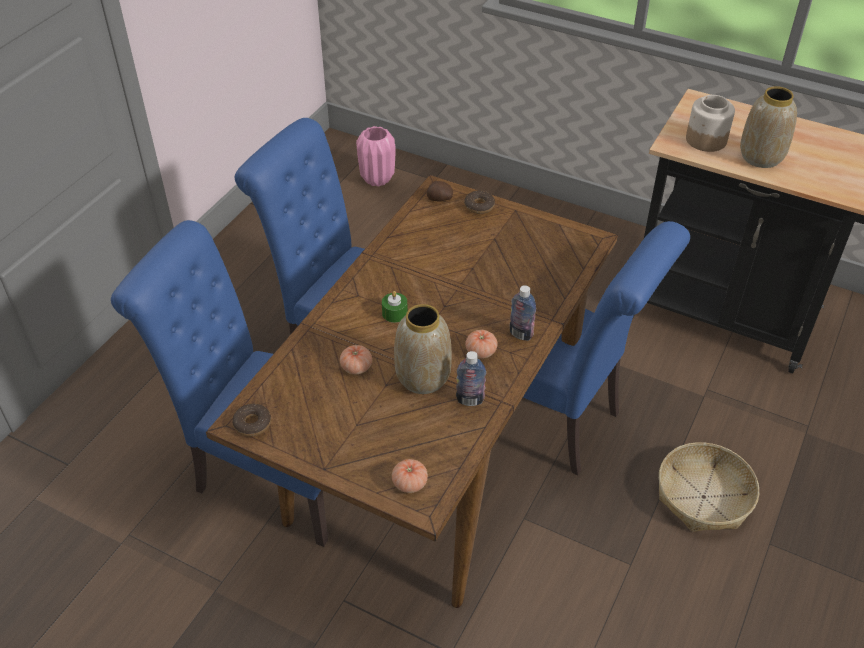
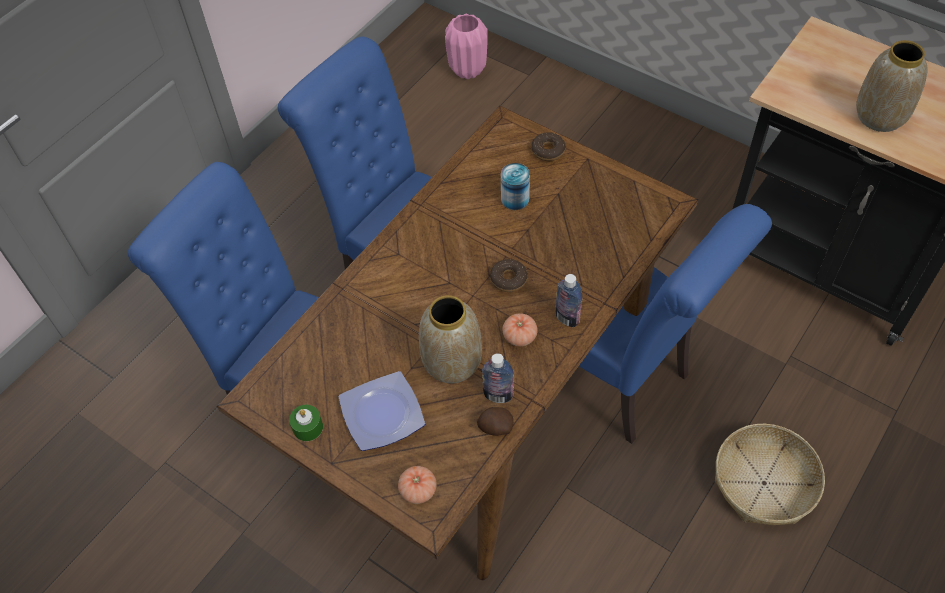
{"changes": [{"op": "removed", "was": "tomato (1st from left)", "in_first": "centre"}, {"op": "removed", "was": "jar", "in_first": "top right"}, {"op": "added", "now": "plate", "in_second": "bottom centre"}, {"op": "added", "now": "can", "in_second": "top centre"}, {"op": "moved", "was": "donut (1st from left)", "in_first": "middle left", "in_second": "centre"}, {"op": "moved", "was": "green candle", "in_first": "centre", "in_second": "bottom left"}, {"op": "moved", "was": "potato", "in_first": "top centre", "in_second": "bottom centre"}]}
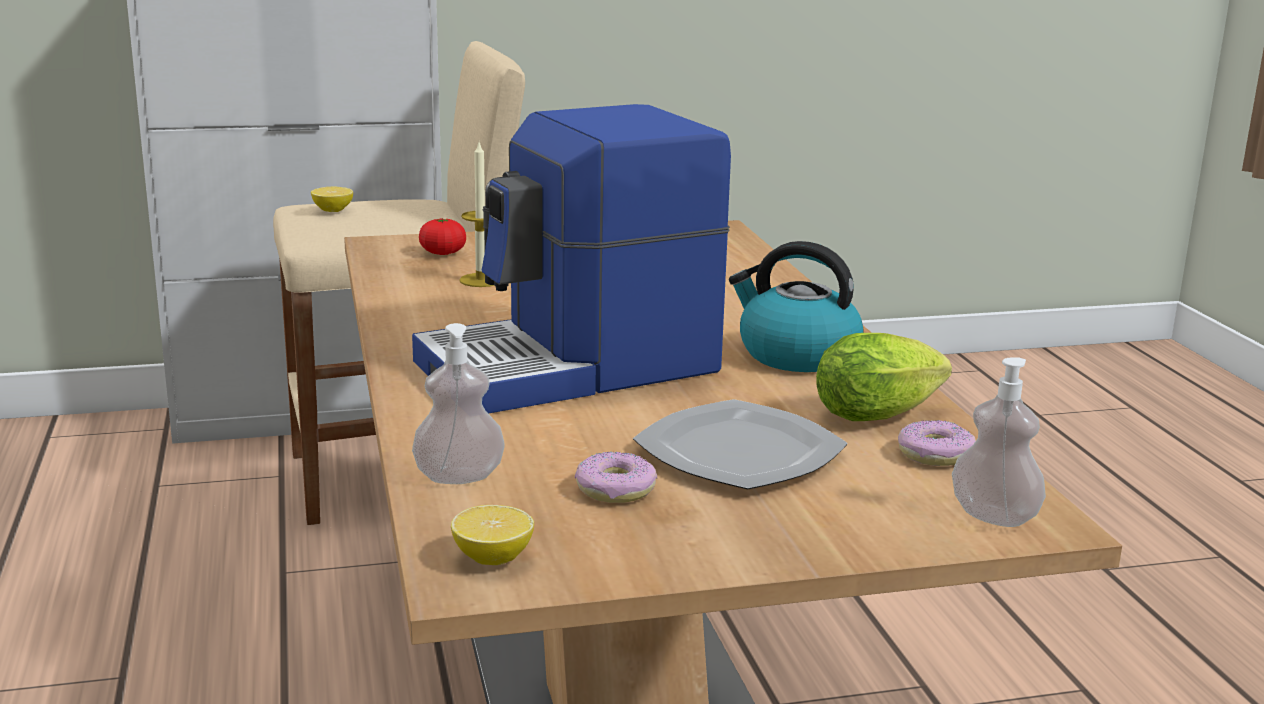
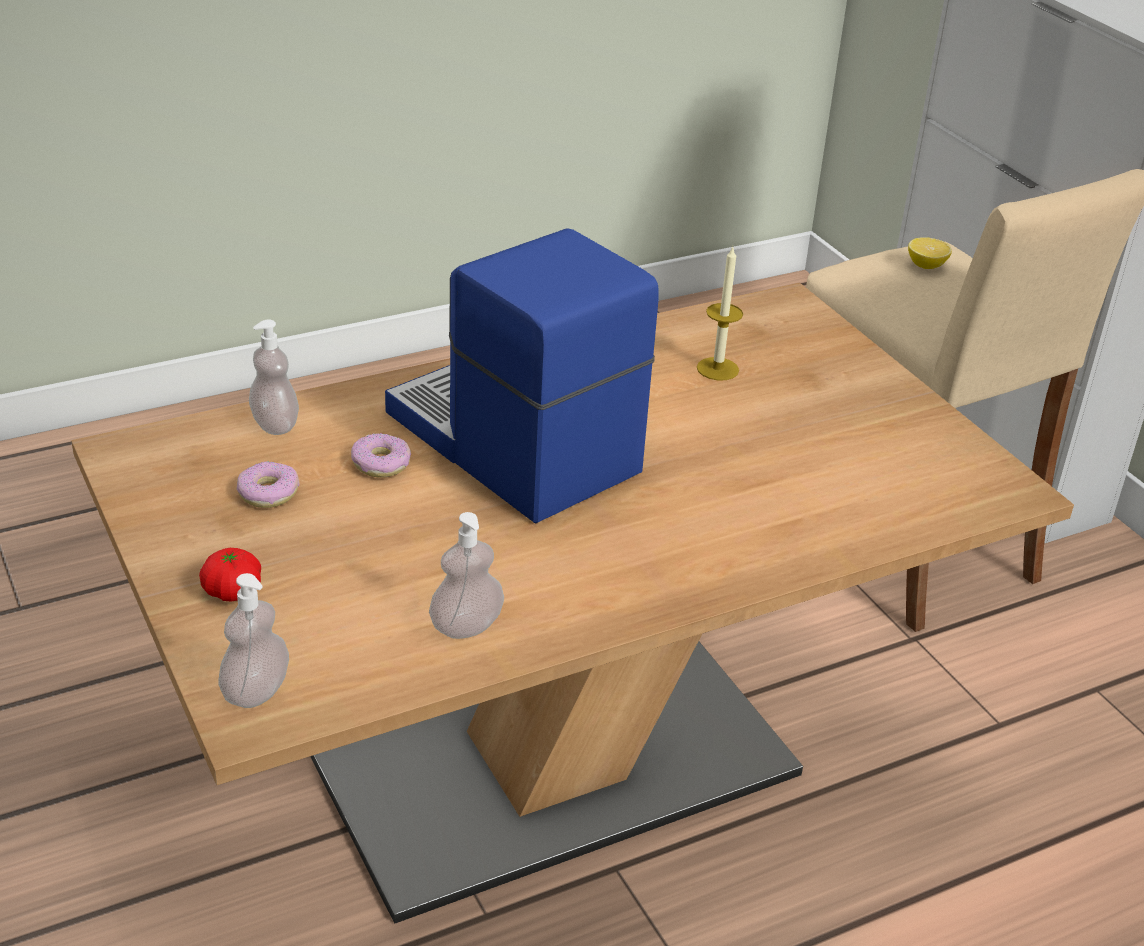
{"changes": [{"op": "removed", "was": "lemon (2nd from left)", "in_first": "bottom centre"}, {"op": "removed", "was": "plate", "in_first": "centre"}, {"op": "removed", "was": "kettle", "in_first": "centre"}, {"op": "moved", "was": "tomato", "in_first": "centre", "in_second": "middle left"}, {"op": "moved", "was": "donut (2nd from left)", "in_first": "middle right", "in_second": "middle left"}, {"op": "replaced", "was": "lettuce", "now": "soap dispenser (3rd from left)", "in_first": "middle right", "in_second": "centre"}]}
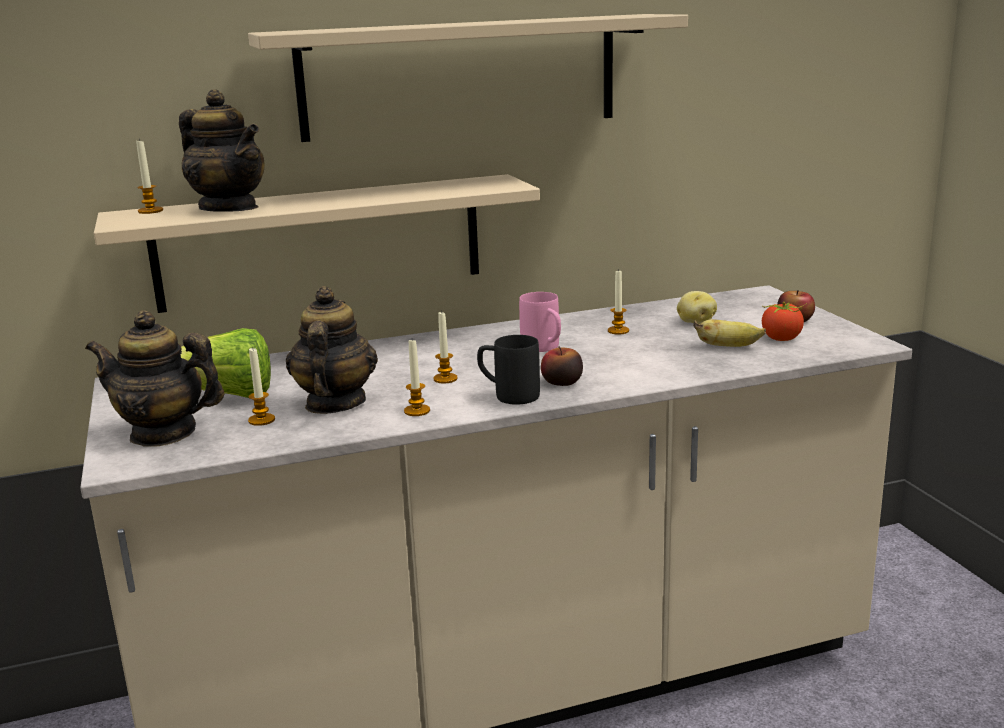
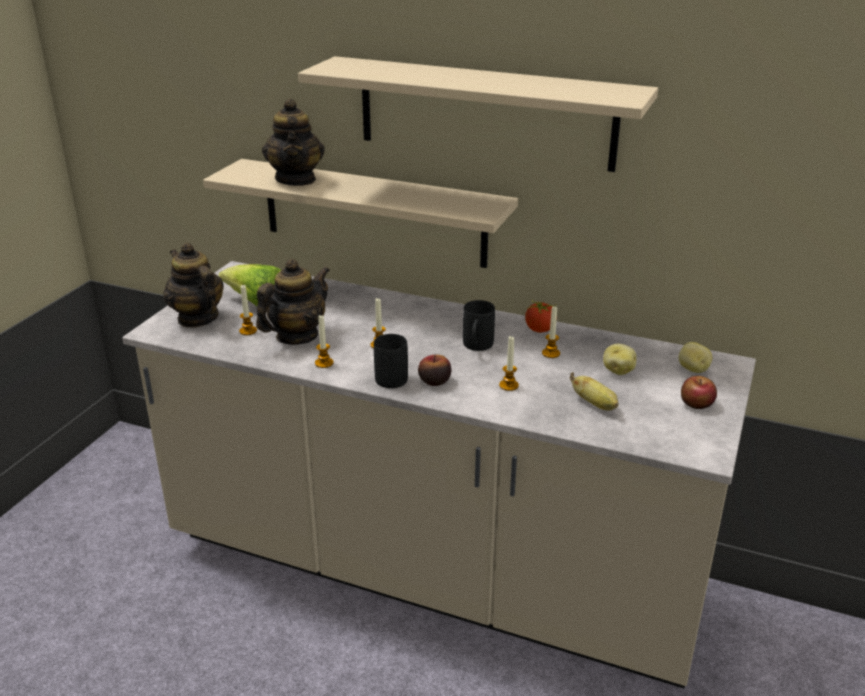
{"changes": [{"op": "added", "now": "potato (2nd from left)", "in_second": "middle right"}, {"op": "moved", "was": "candle (1st from left in the first image)", "now": "candle (4th from left)", "in_first": "top left", "in_second": "centre"}, {"op": "moved", "was": "tomato", "in_first": "middle right", "in_second": "centre"}, {"op": "recoloured", "was": "pink mug", "now": "black mug (2nd from left)", "in_first": "centre", "in_second": "centre"}]}
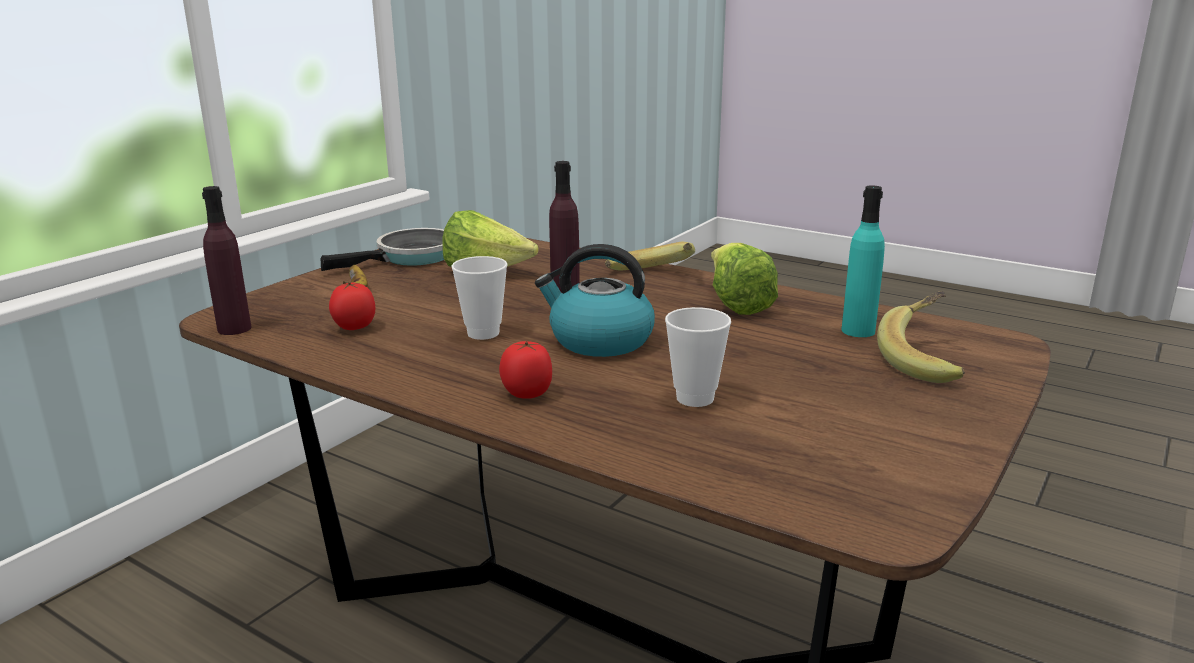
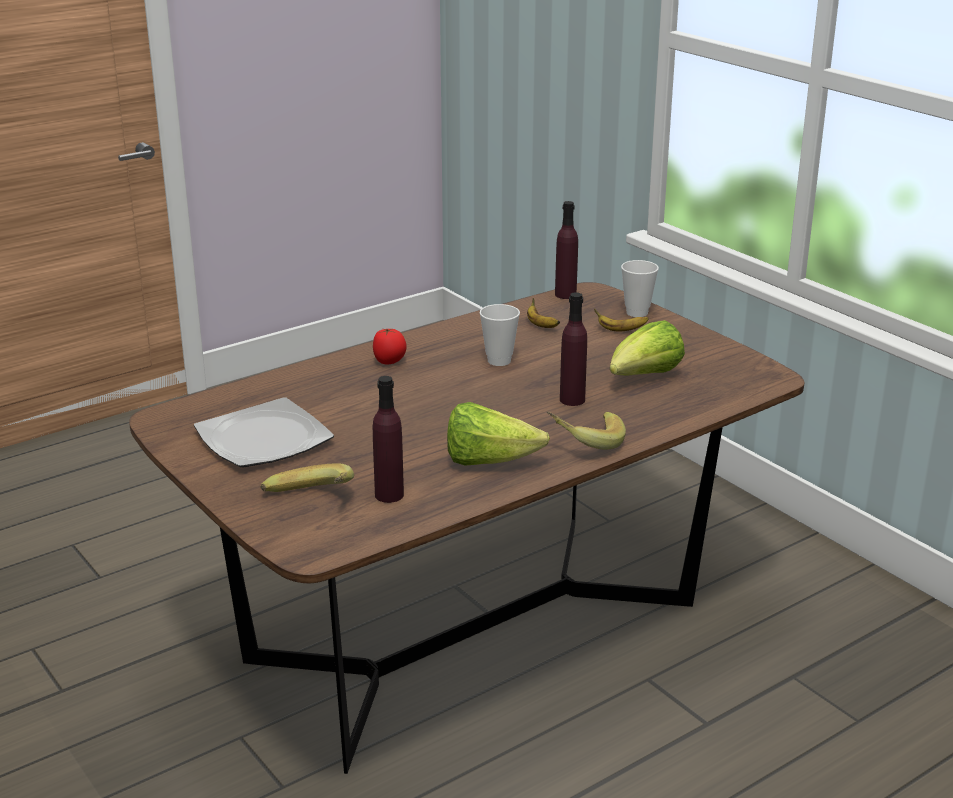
{"changes": [{"op": "removed", "was": "frying pan", "in_first": "middle left"}, {"op": "removed", "was": "kettle", "in_first": "centre"}, {"op": "added", "now": "plate", "in_second": "middle left"}, {"op": "moved", "was": "cup (2nd from left)", "in_first": "centre", "in_second": "middle right"}, {"op": "replaced", "was": "tomato (1st from left)", "now": "banana (2nd from left)", "in_first": "middle left", "in_second": "centre"}, {"op": "recoloured", "was": "turquoise bottle", "now": "purple bottle (1st from left)", "in_first": "middle right", "in_second": "centre"}]}
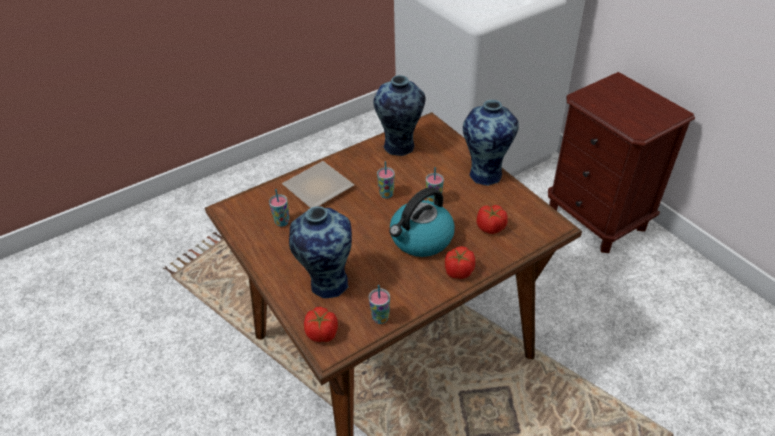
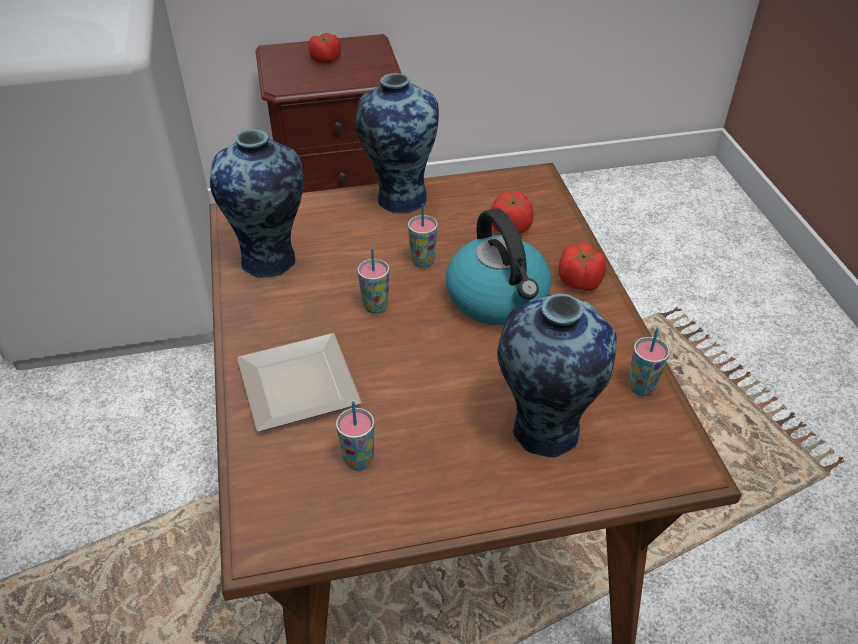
{"changes": [{"op": "moved", "was": "tomato (1st from left)", "in_first": "bottom centre", "in_second": "top centre"}]}
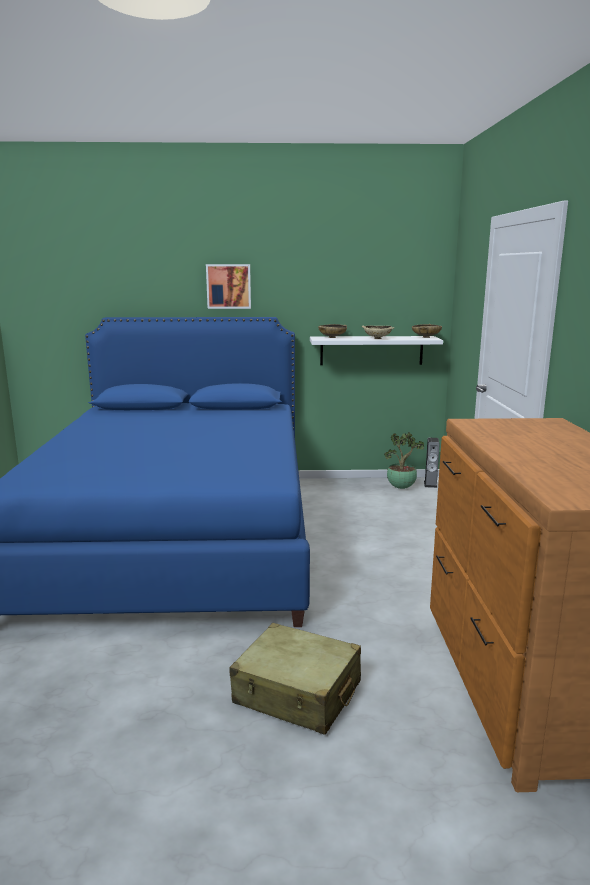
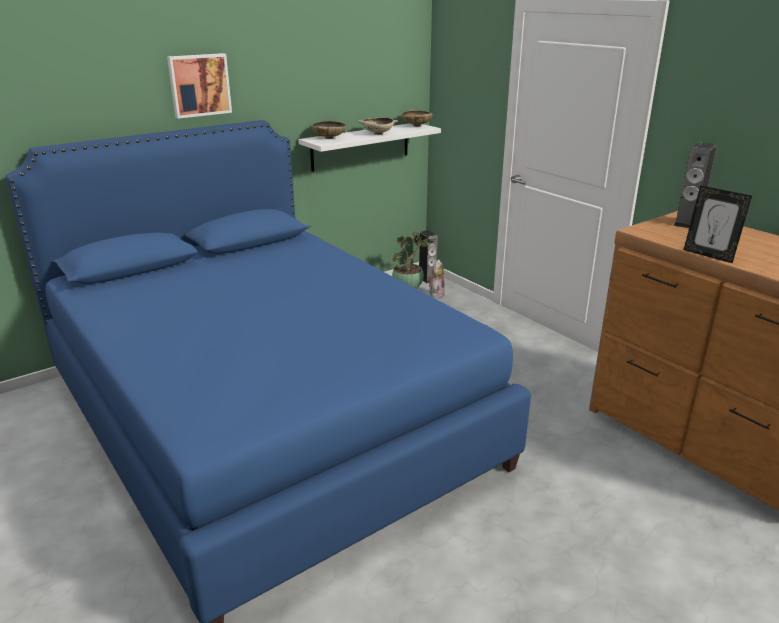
{"changes": [{"op": "removed", "was": "beige suitcase", "in_first": "bottom centre"}, {"op": "added", "now": "plush toy", "in_second": "centre"}, {"op": "added", "now": "speaker (2nd from left)", "in_second": "top right"}, {"op": "added", "now": "picture frame", "in_second": "middle right"}]}
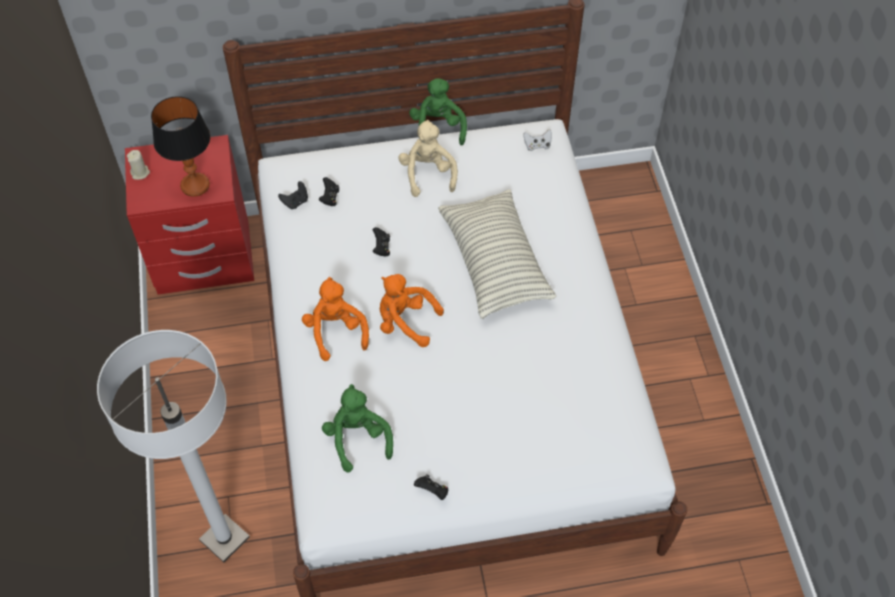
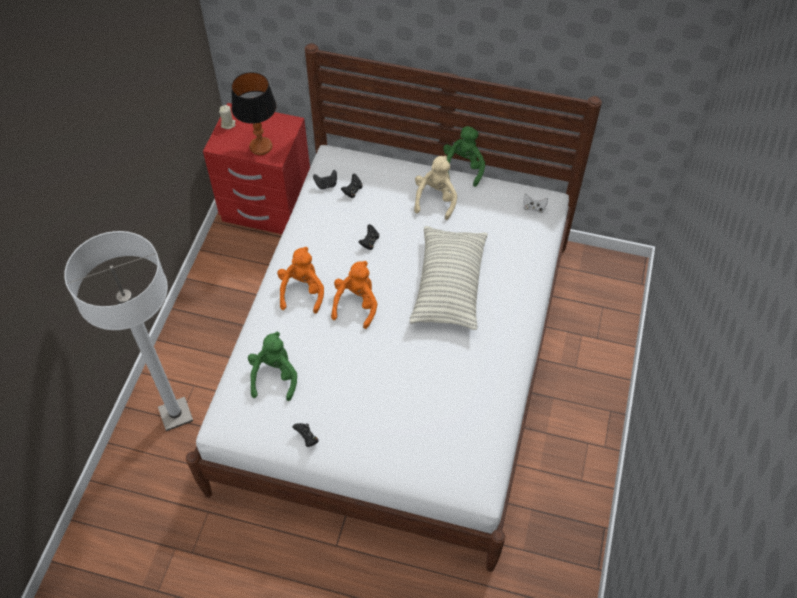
{"changes": [{"op": "turned", "was": "orange plush toy (2nd from left)", "in_first": "centre", "in_second": "centre", "clockwise": 60}]}
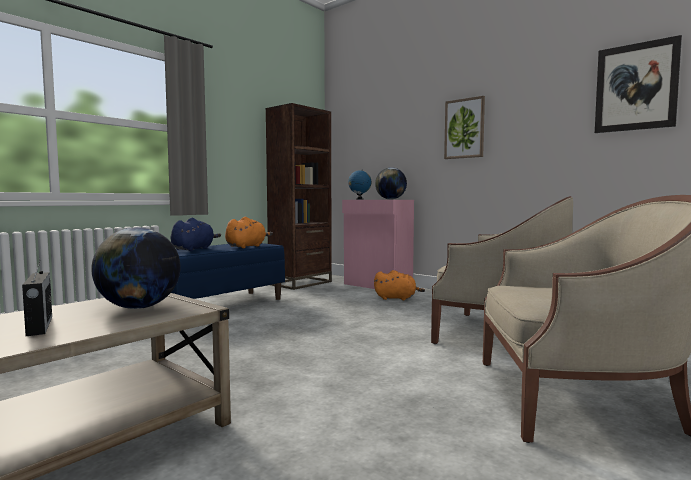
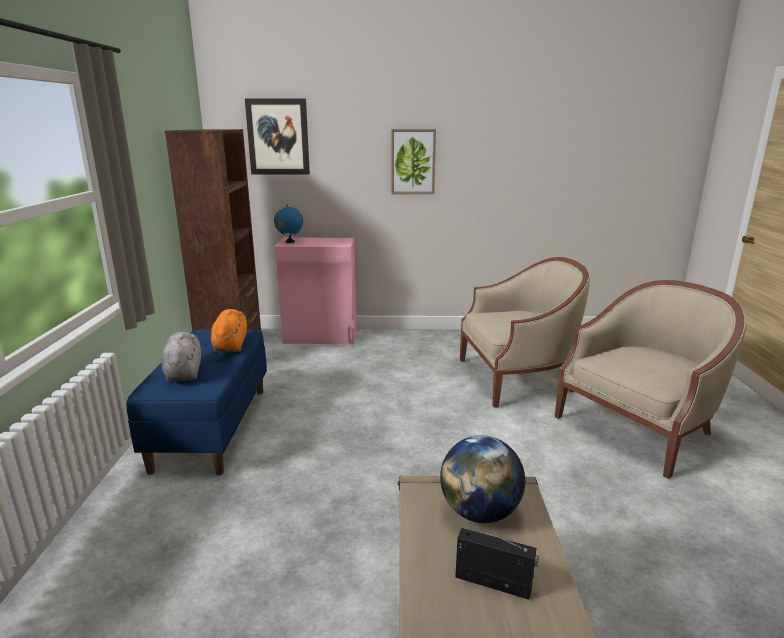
{"changes": [{"op": "removed", "was": "orange plush toy (2nd from left)", "in_first": "centre"}, {"op": "removed", "was": "globe (3rd from left)", "in_first": "centre"}, {"op": "moved", "was": "picture (2nd from left in the first image)", "now": "picture (1st from left)", "in_first": "top right", "in_second": "top centre"}, {"op": "recoloured", "was": "blue plush toy", "now": "grey plush toy", "in_first": "middle left", "in_second": "middle left"}]}
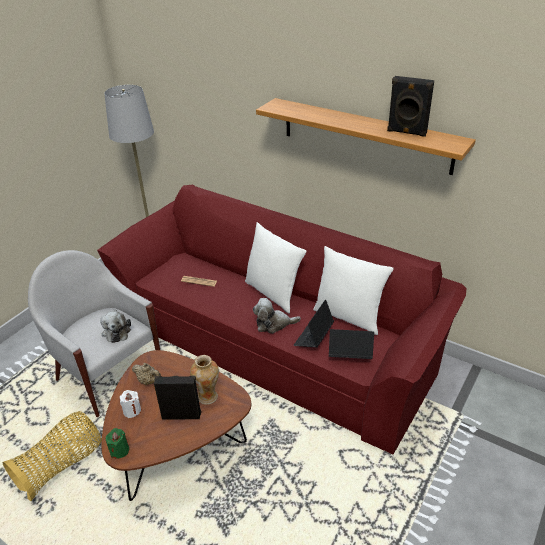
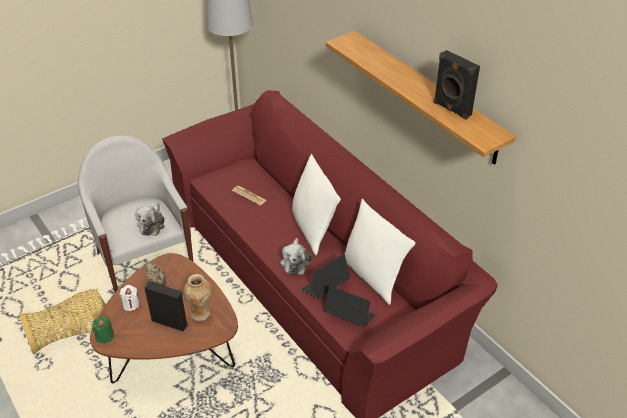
{"changes": [{"op": "turned", "was": "plush toy (2nd from left)", "in_first": "centre", "in_second": "centre", "clockwise": -105}]}
